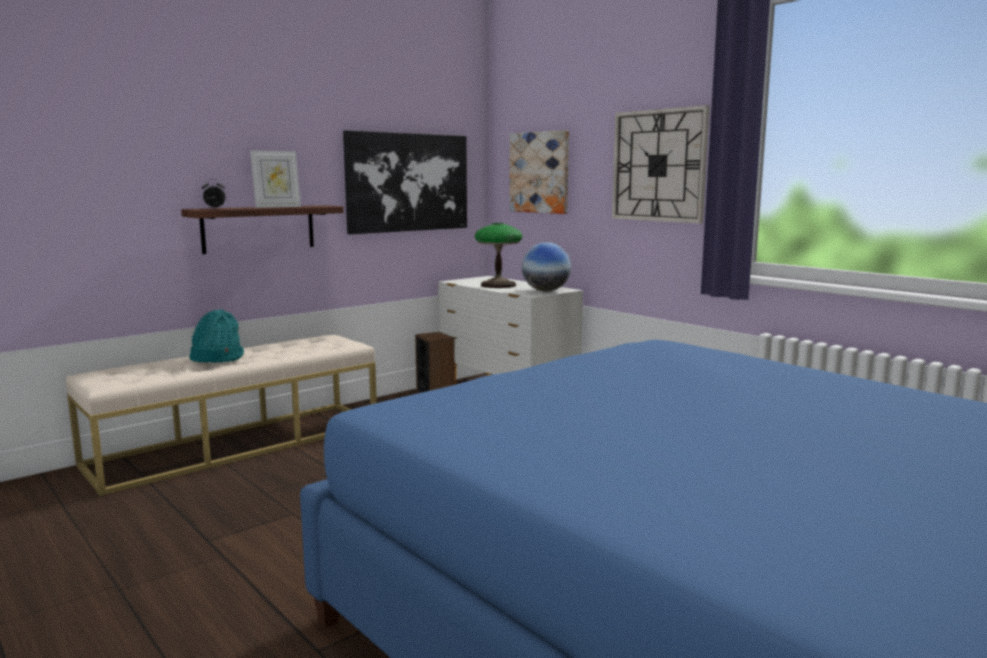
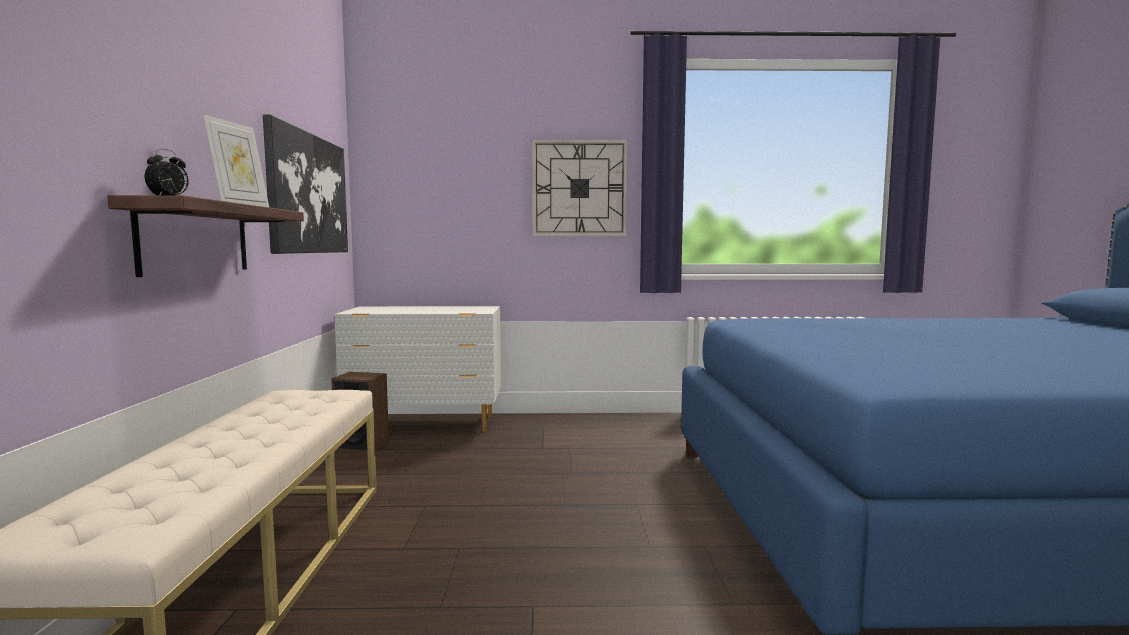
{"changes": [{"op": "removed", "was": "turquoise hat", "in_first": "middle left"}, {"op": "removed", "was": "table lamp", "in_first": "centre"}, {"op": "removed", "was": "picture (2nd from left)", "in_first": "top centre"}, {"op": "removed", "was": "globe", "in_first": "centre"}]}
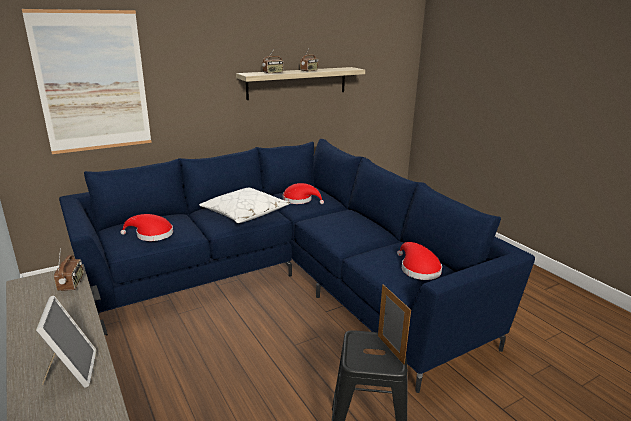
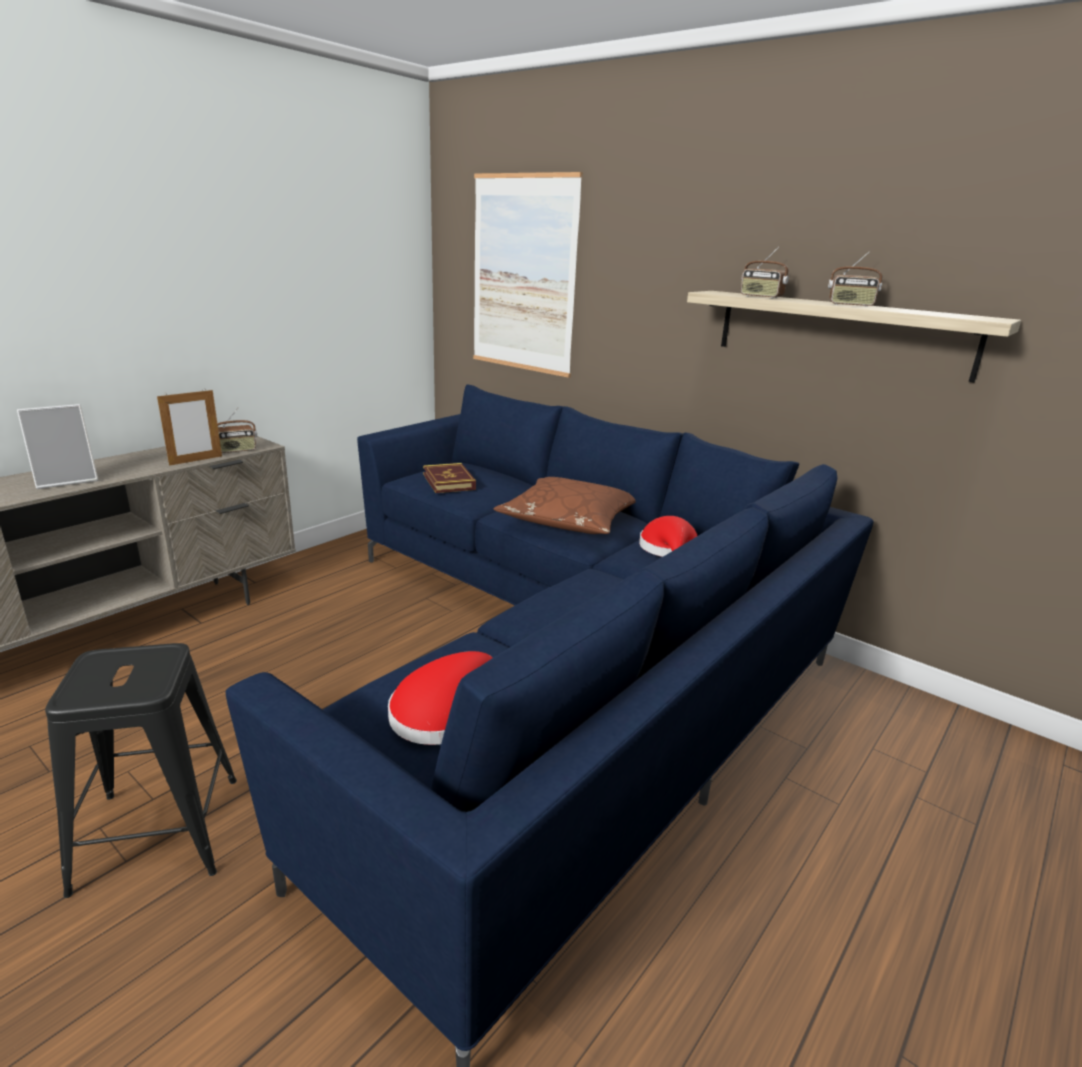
{"changes": [{"op": "moved", "was": "picture frame (2nd from left)", "in_first": "bottom centre", "in_second": "middle left"}, {"op": "replaced", "was": "red hat (1st from left)", "now": "book", "in_first": "middle left", "in_second": "centre"}, {"op": "recoloured", "was": "white pillow", "now": "brown pillow", "in_first": "centre", "in_second": "centre"}]}
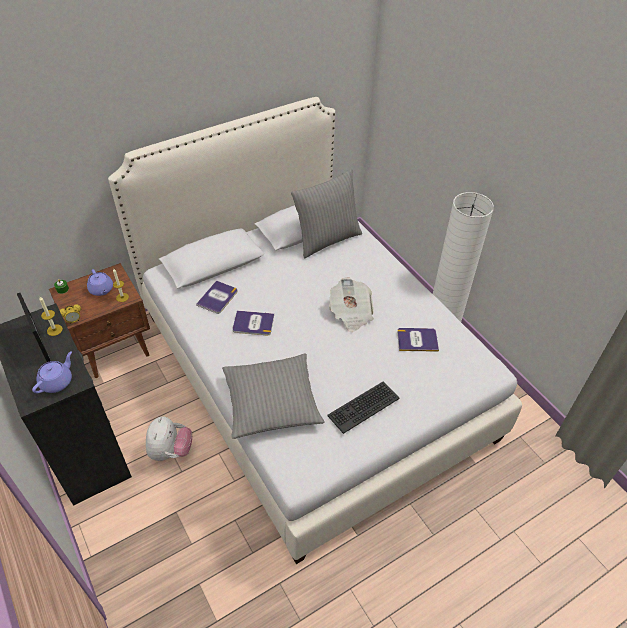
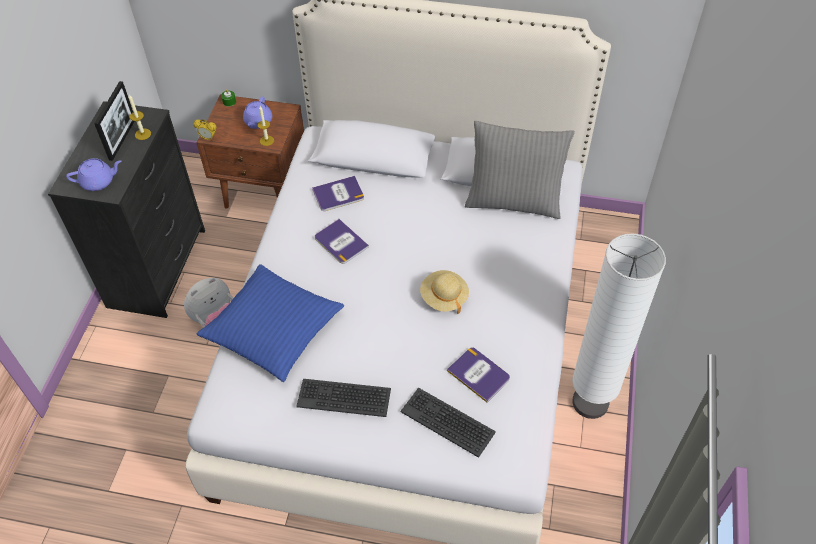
{"changes": [{"op": "added", "now": "keyboard (2nd from left)", "in_second": "bottom centre"}, {"op": "replaced", "was": "newspaper", "now": "beige hat", "in_first": "centre", "in_second": "centre"}, {"op": "recoloured", "was": "grey pillow (1st from left)", "now": "blue pillow", "in_first": "centre", "in_second": "middle left"}]}
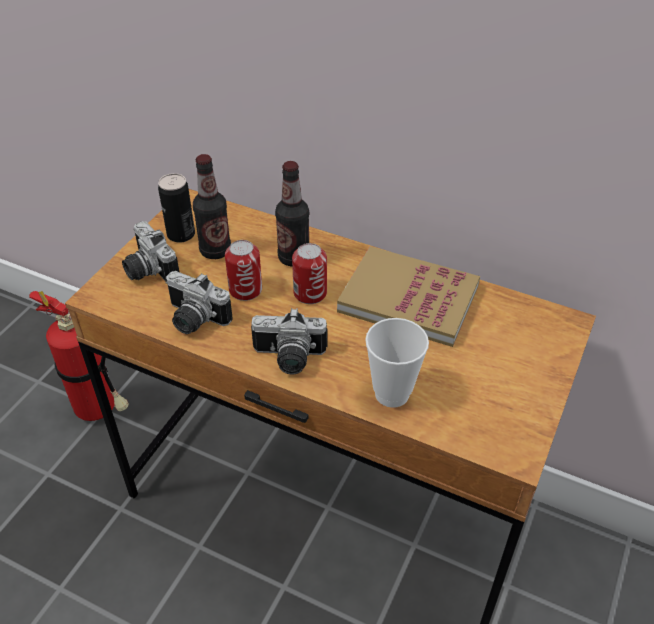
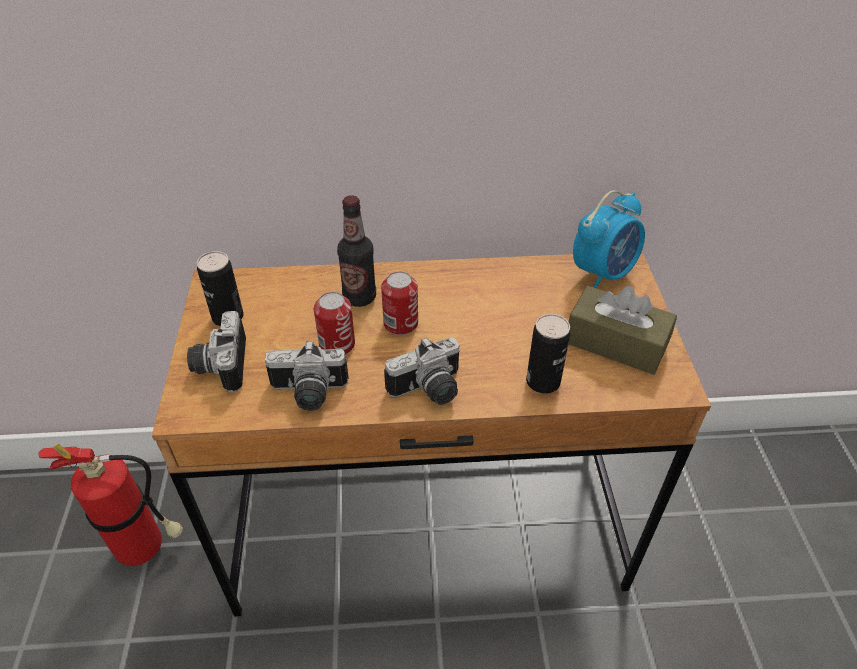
{"changes": [{"op": "removed", "was": "bottle (1st from left)", "in_first": "top left"}, {"op": "removed", "was": "book", "in_first": "centre"}, {"op": "added", "now": "brown tissue box", "in_second": "middle right"}, {"op": "added", "now": "alarm clock", "in_second": "middle right"}, {"op": "replaced", "was": "cup", "now": "can (4th from left)", "in_first": "centre", "in_second": "centre"}, {"op": "turned", "was": "photo camera (1st from left)", "in_first": "middle left", "in_second": "middle left", "clockwise": 60}]}
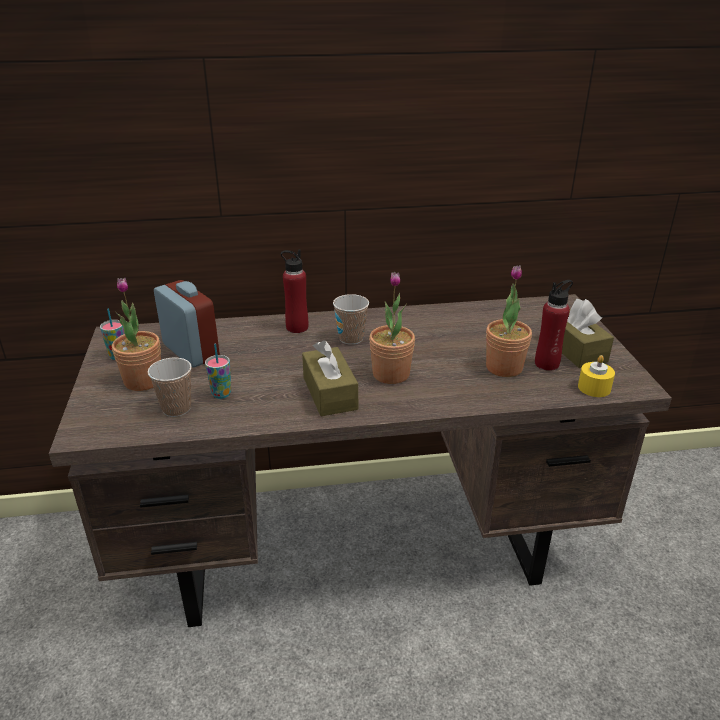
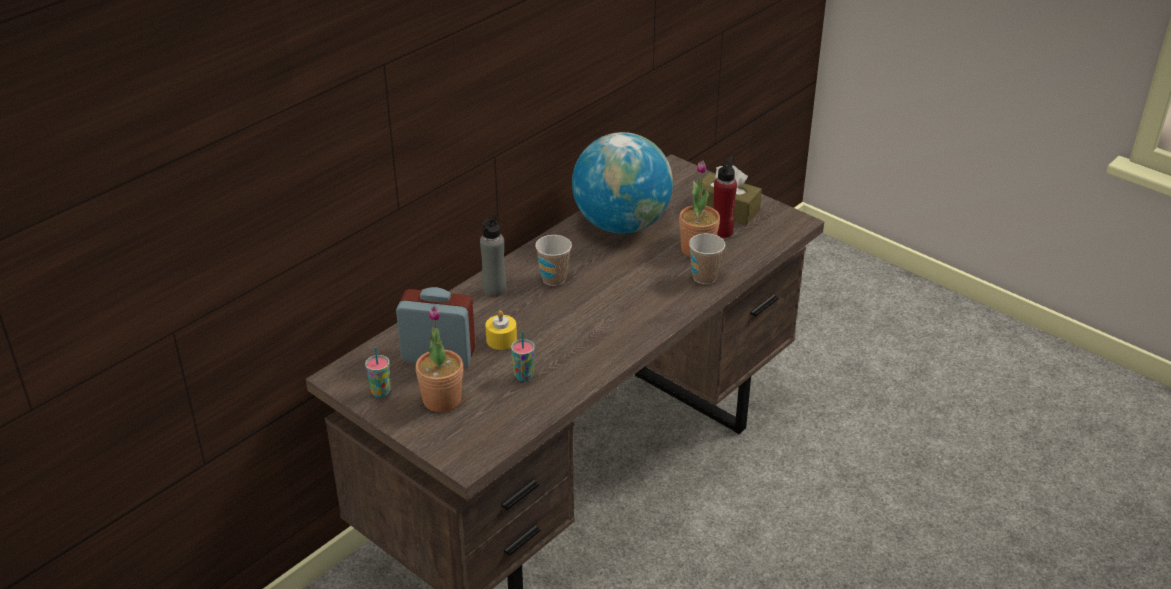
{"changes": [{"op": "removed", "was": "brown tissue box (1st from left)", "in_first": "centre"}, {"op": "removed", "was": "potted plant (2nd from left)", "in_first": "centre"}, {"op": "added", "now": "globe", "in_second": "top centre"}, {"op": "moved", "was": "cup (2nd from left in the first image)", "now": "cup (4th from left)", "in_first": "middle left", "in_second": "centre"}, {"op": "moved", "was": "yellow candle", "in_first": "middle right", "in_second": "centre"}, {"op": "recoloured", "was": "red bottle (1st from left)", "now": "grey bottle", "in_first": "centre", "in_second": "centre"}]}
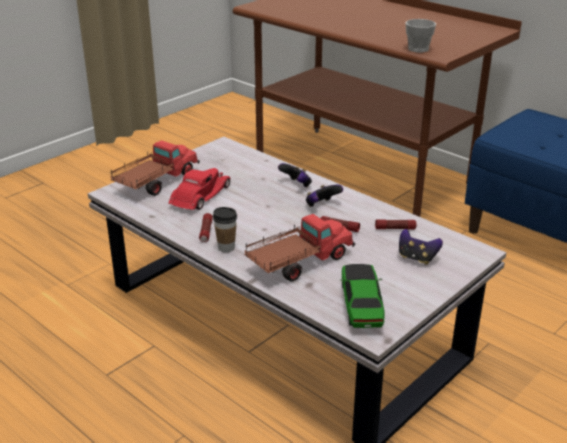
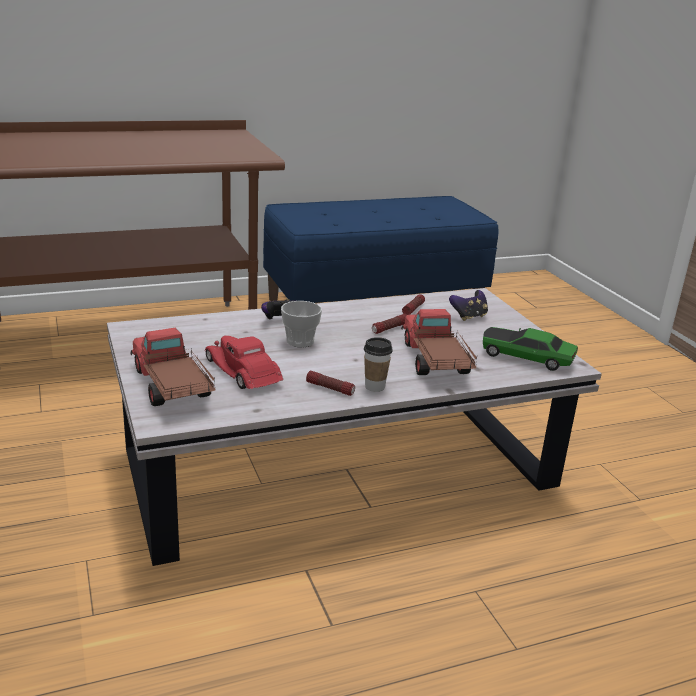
{"changes": [{"op": "removed", "was": "game controller (2nd from left)", "in_first": "centre"}, {"op": "moved", "was": "cup (2nd from left in the first image)", "now": "cup (1st from left)", "in_first": "top right", "in_second": "centre"}]}
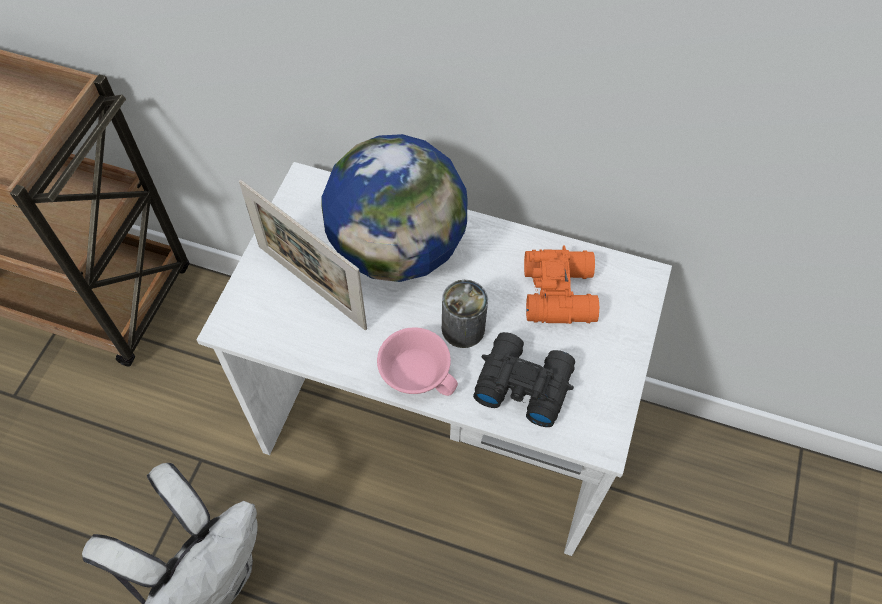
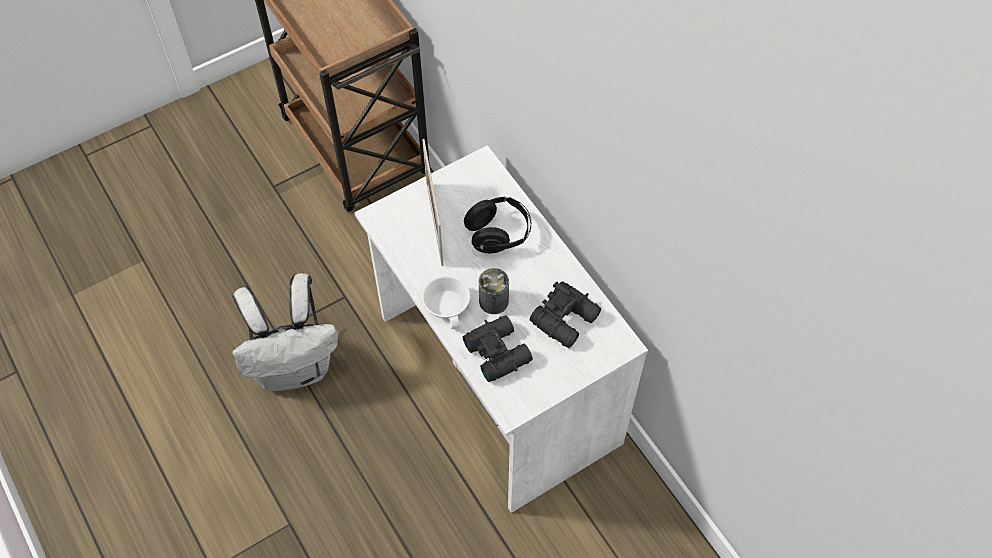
{"changes": [{"op": "replaced", "was": "globe", "now": "black headphones", "in_first": "centre", "in_second": "centre"}, {"op": "recoloured", "was": "pink cup", "now": "white cup", "in_first": "centre", "in_second": "centre"}, {"op": "recoloured", "was": "orange binoculars", "now": "black binoculars (2nd from left)", "in_first": "centre", "in_second": "centre"}]}
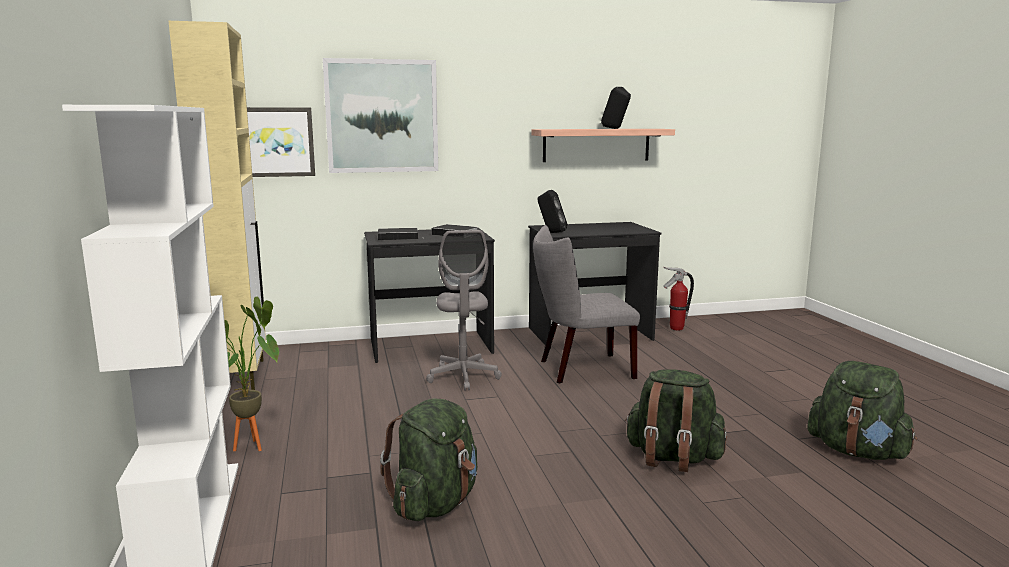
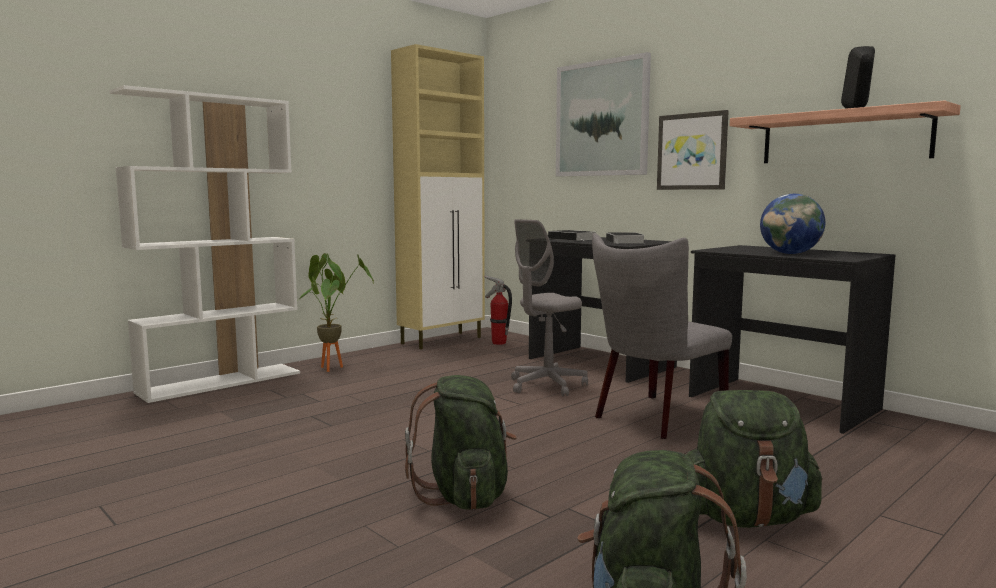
{"changes": [{"op": "removed", "was": "black speaker (1st from left)", "in_first": "centre"}, {"op": "added", "now": "globe", "in_second": "middle right"}, {"op": "moved", "was": "picture (1st from left in the first image)", "now": "picture (2nd from left)", "in_first": "top left", "in_second": "top right"}, {"op": "moved", "was": "green backpack (1st from left in the first image)", "now": "green backpack (3rd from left)", "in_first": "bottom centre", "in_second": "bottom right"}, {"op": "moved", "was": "fire extinguisher", "in_first": "middle right", "in_second": "centre"}, {"op": "turned", "was": "grey chair", "in_first": "centre", "in_second": "centre", "clockwise": -90}]}
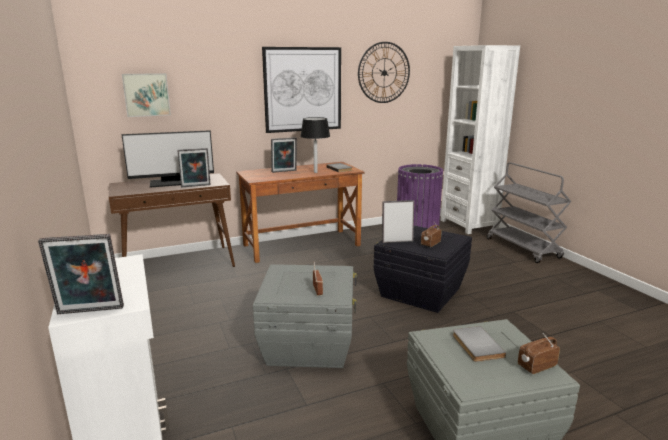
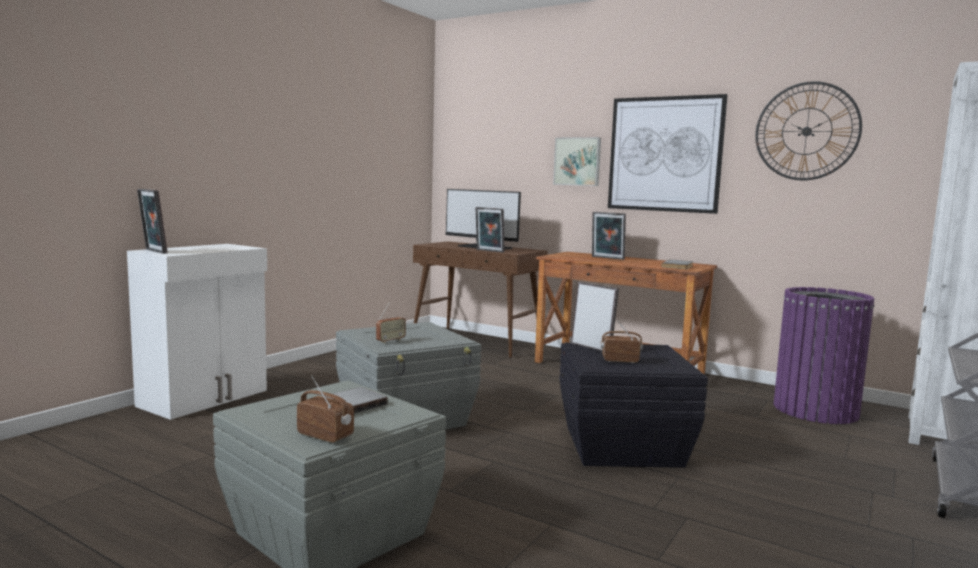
{"changes": [{"op": "removed", "was": "black table lamp", "in_first": "top centre"}, {"op": "moved", "was": "picture (1st from left)", "in_first": "top left", "in_second": "top centre"}]}
